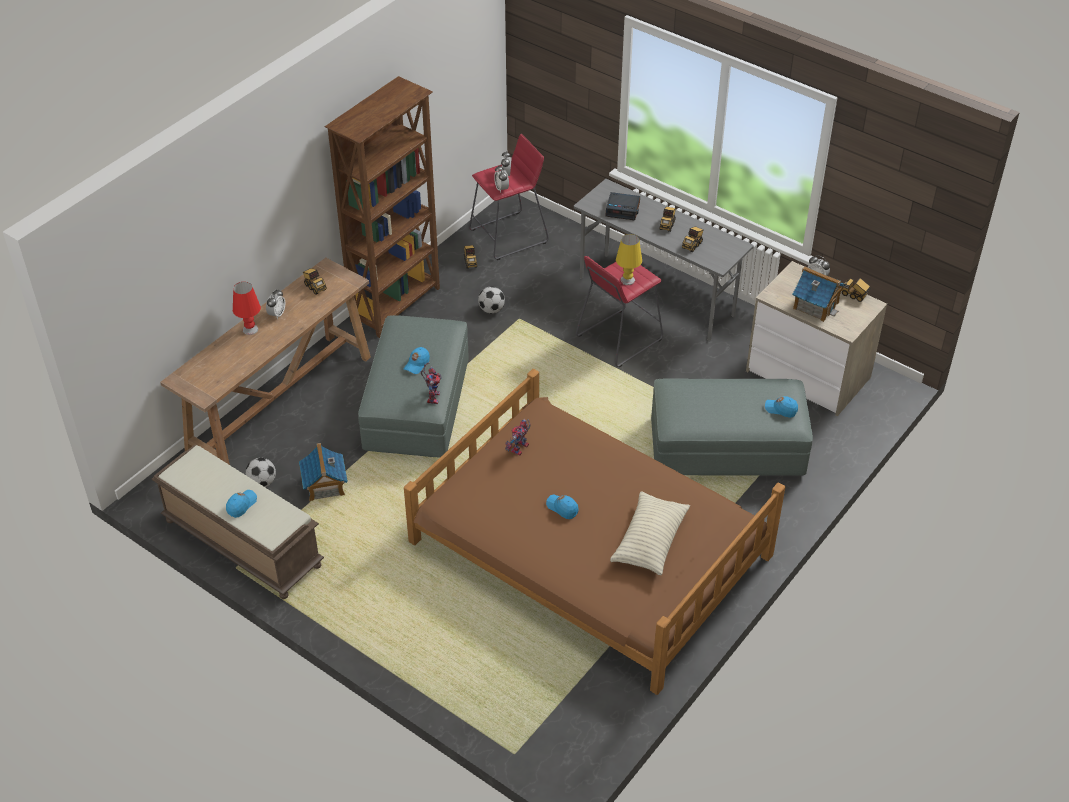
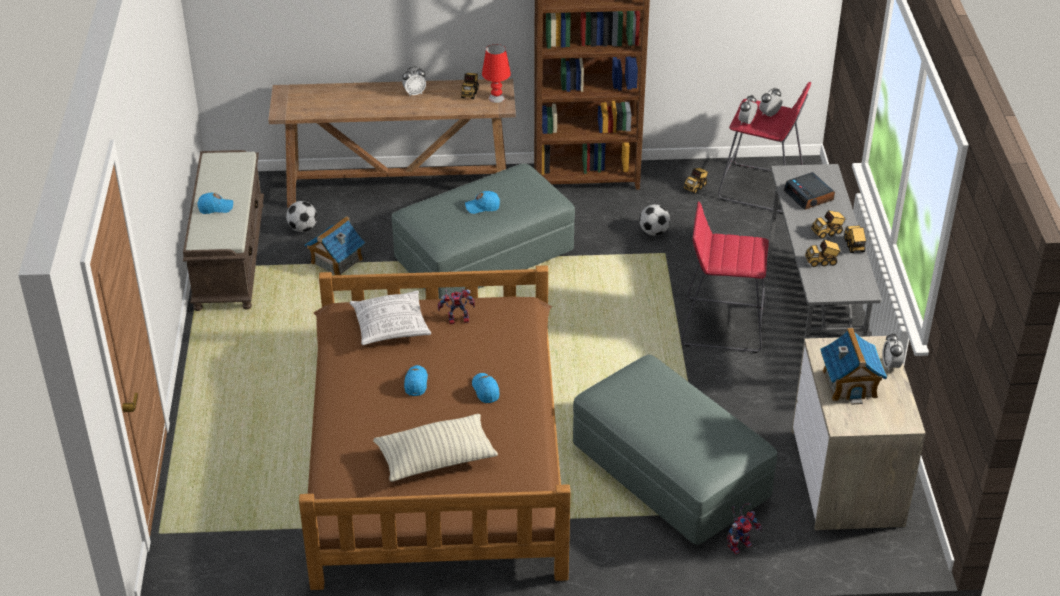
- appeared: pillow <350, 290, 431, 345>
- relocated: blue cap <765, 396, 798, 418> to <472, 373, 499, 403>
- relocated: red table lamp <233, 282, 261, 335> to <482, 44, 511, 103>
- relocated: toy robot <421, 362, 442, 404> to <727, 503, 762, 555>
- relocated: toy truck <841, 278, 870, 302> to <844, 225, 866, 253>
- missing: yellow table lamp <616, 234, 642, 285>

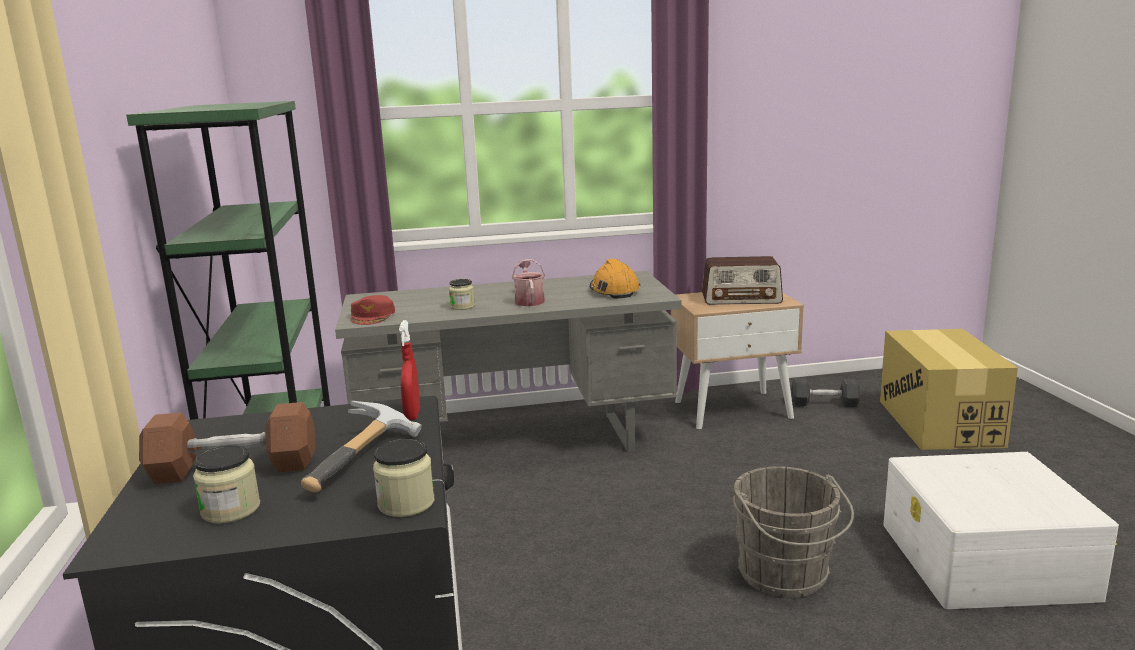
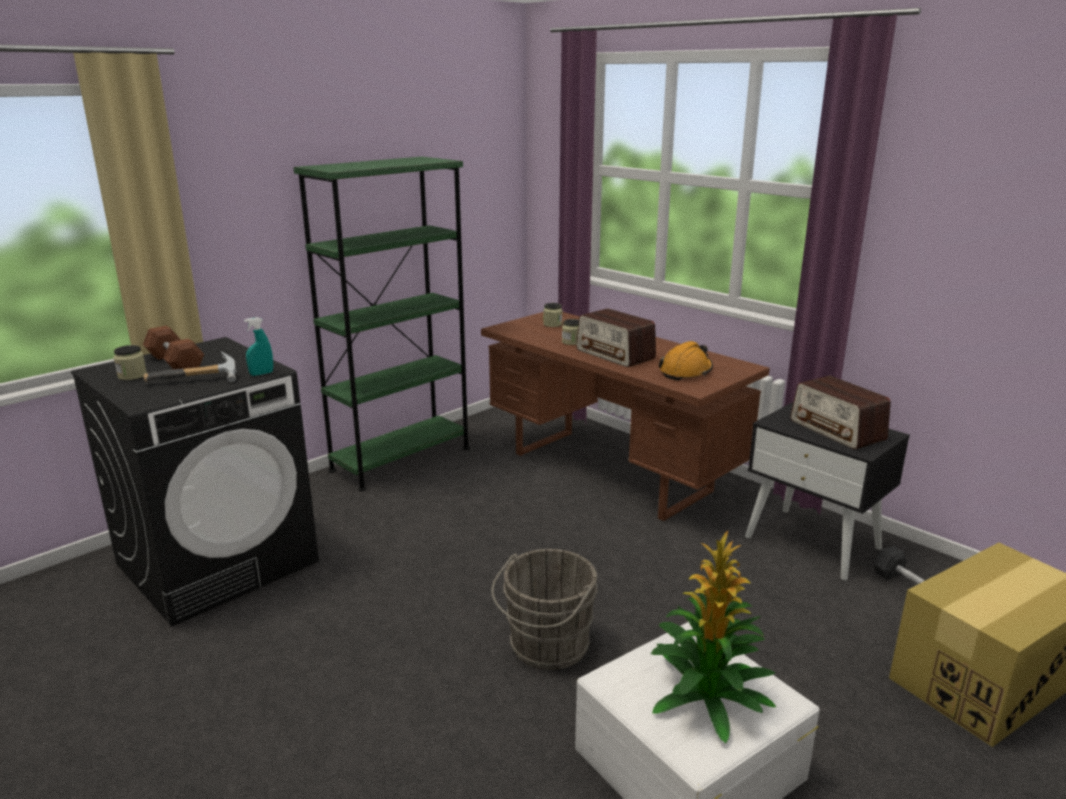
- colour: red spray bottle <399, 320, 420, 420> to turquoise spray bottle <244, 317, 273, 376>
- colour: grey desk <335, 271, 682, 452> to brown desk <481, 312, 770, 521>
- relocated: jar <373, 439, 434, 517> to <543, 303, 563, 327>
- exchanged: watering can <512, 259, 545, 306> to radio <576, 308, 656, 367>
- appeared: potted plant <651, 531, 776, 743>
- colour: beige nightstand <671, 292, 804, 429> to black nightstand <745, 402, 910, 580>
- missing: red cap <350, 295, 395, 325>

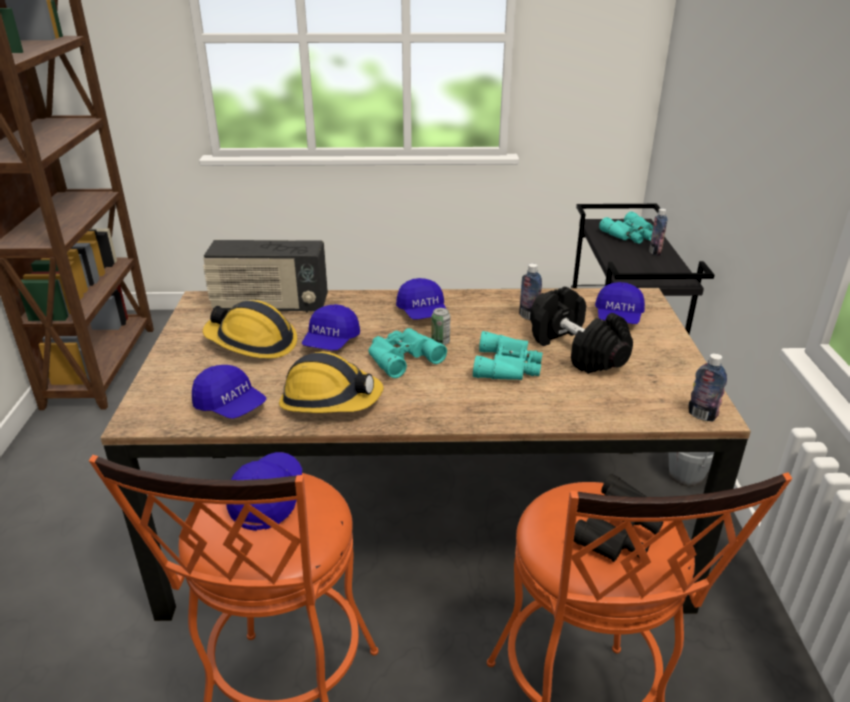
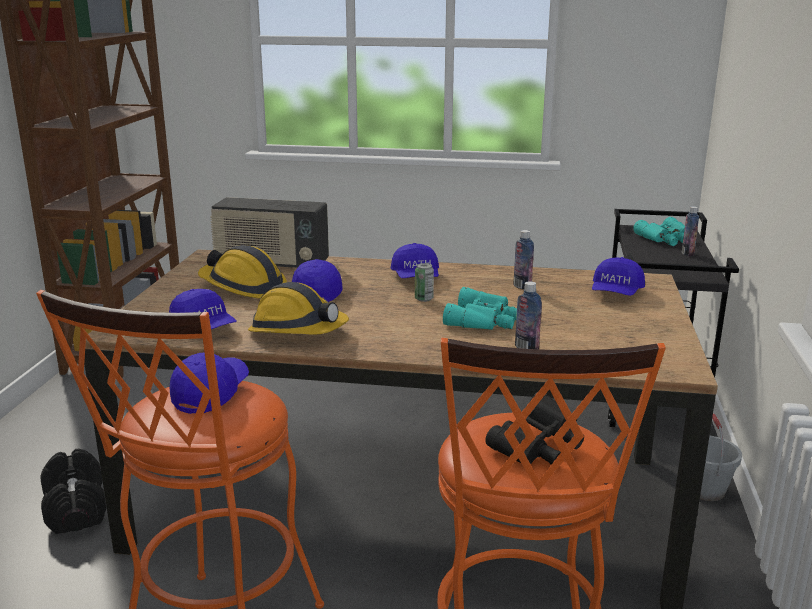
- relocated: black dumbbell <530, 287, 633, 374> to <41, 449, 106, 534>
- spun: blue cap <302, 304, 360, 350> = <292, 259, 342, 302> 150 degrees clockwise
- relocated: bottle <688, 354, 727, 422> to <515, 281, 542, 349>
- missing: turquoise binoculars <368, 328, 447, 378>

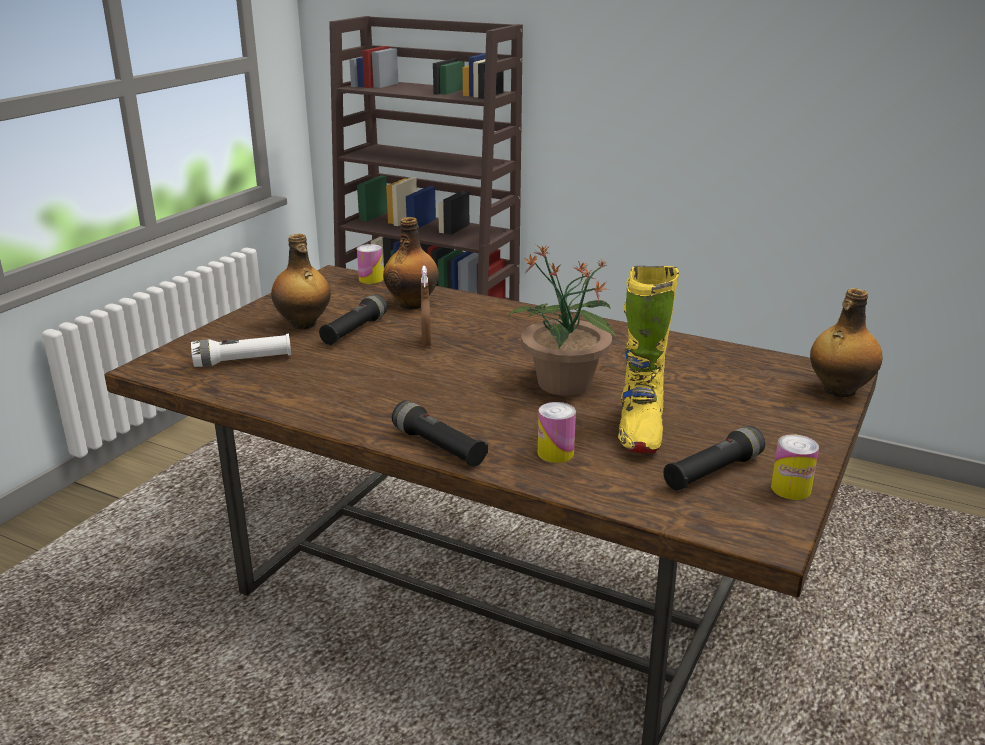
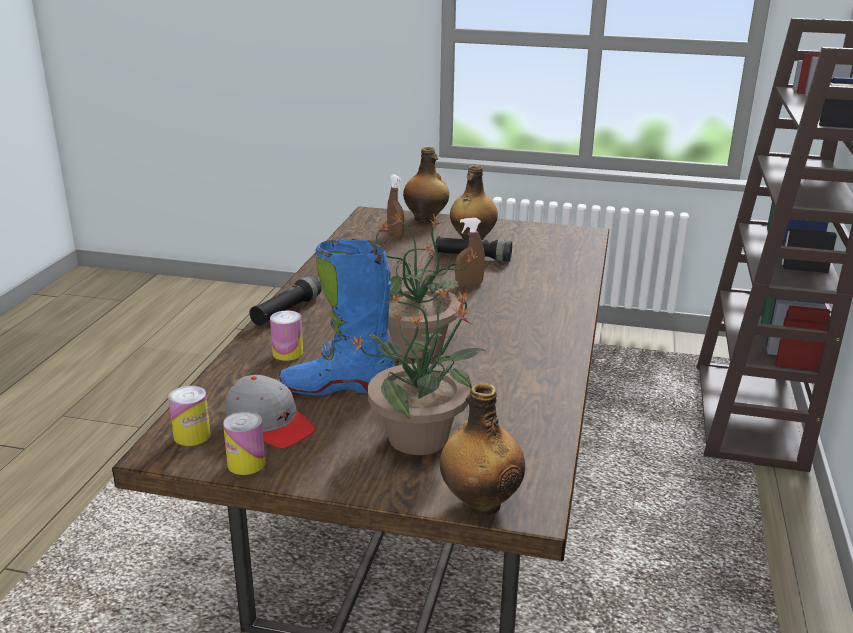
- relocated: can <357, 244, 384, 284> to <168, 386, 210, 446>
- exchanged: black flashlight <663, 426, 765, 491> to grey cap <226, 375, 316, 448>
- colour: yellow boot <618, 266, 679, 453> to blue boot <279, 239, 395, 396>
- appeared: potted plant <349, 287, 487, 455>
- exchanged: white flashlight <191, 333, 291, 367> to brown spray bottle <387, 174, 404, 237>
- relocated: bottle <383, 217, 439, 309> to <403, 147, 449, 222>

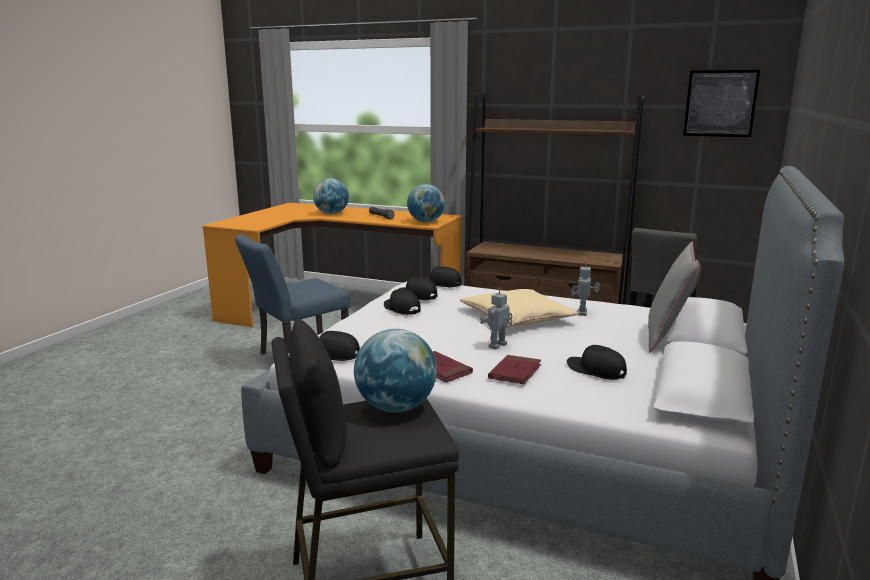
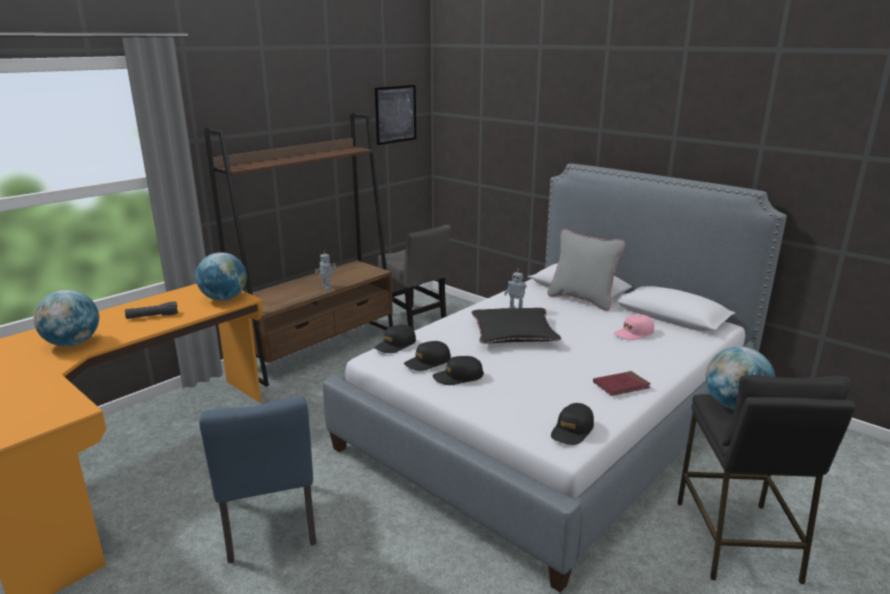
- relocated: toy robot <480, 288, 513, 350> to <315, 250, 336, 290>
- colour: beige pillow <460, 289, 579, 327> to black pillow <471, 308, 562, 343>
- colour: black cap <567, 345, 627, 380> to pink cap <614, 314, 654, 340>
- missing: red book <488, 355, 541, 384>

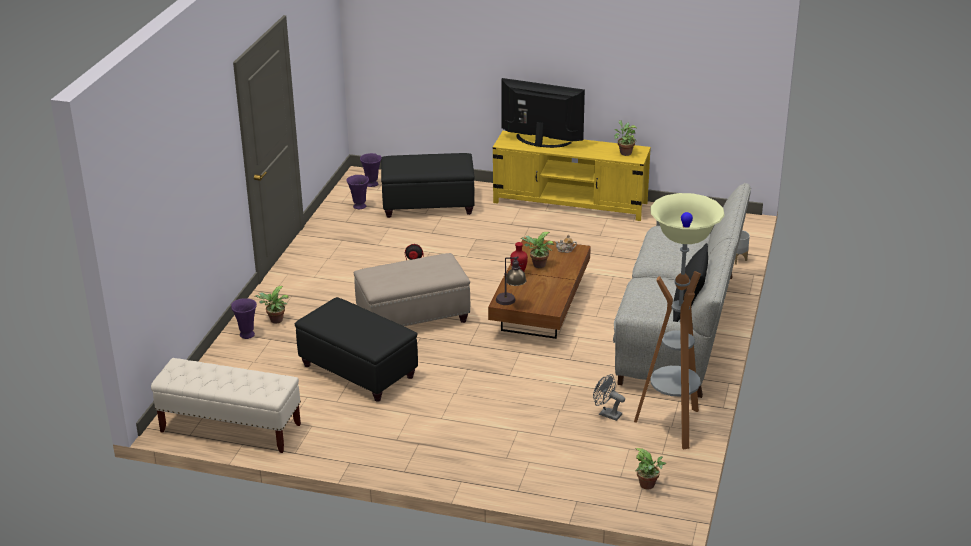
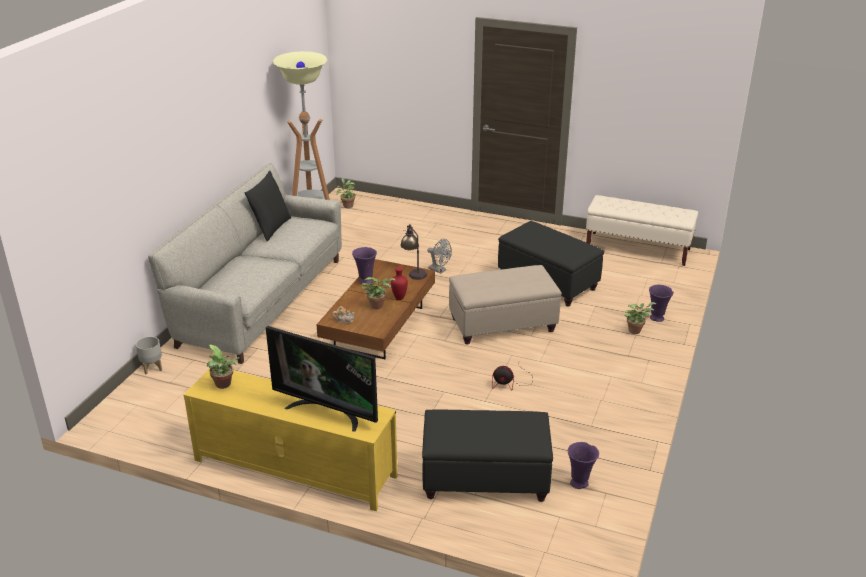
- relocated: purple vase <360, 153, 382, 187> to <352, 247, 377, 284>
- relocated: grey fan <593, 374, 625, 421> to <427, 239, 452, 274>

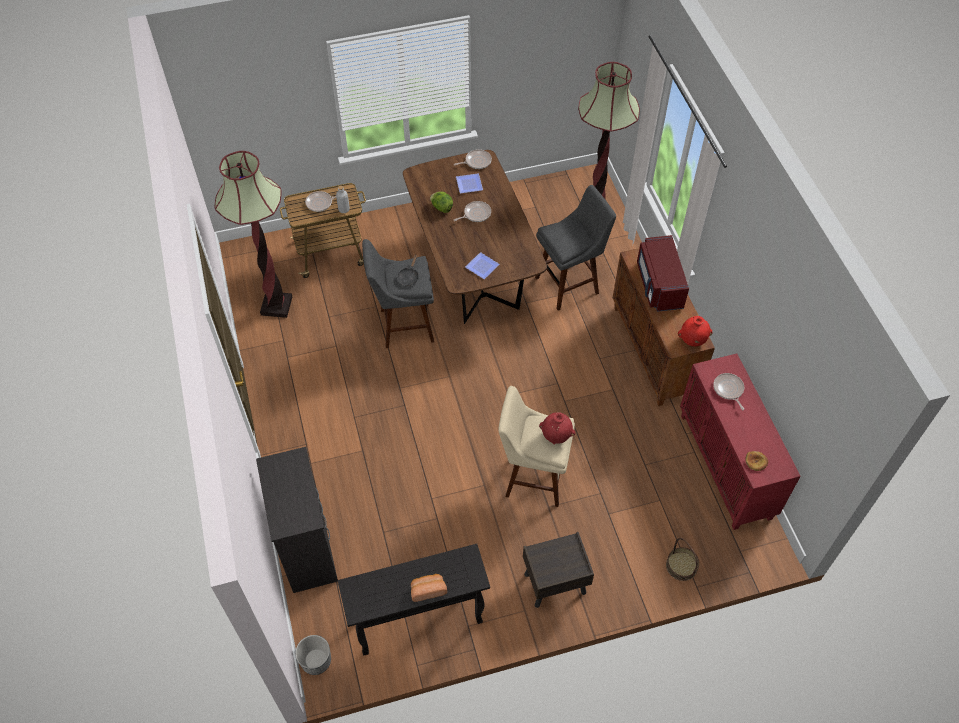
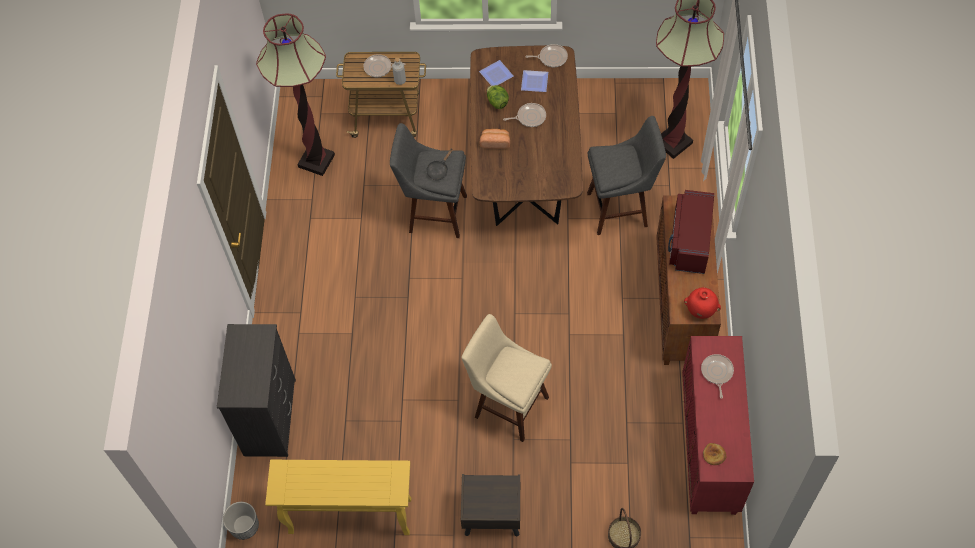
- colour: black console table <338, 544, 490, 656> to yellow console table <265, 460, 411, 535>
- relocated: plate <465, 252, 500, 279> to <479, 60, 513, 86>
- relocated: bread <411, 574, 447, 602> to <480, 129, 510, 149>
- missing: red vase <539, 412, 575, 444>

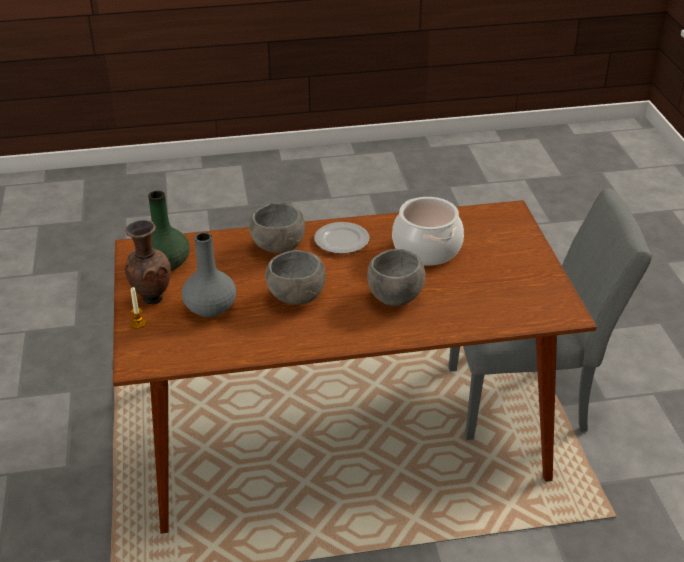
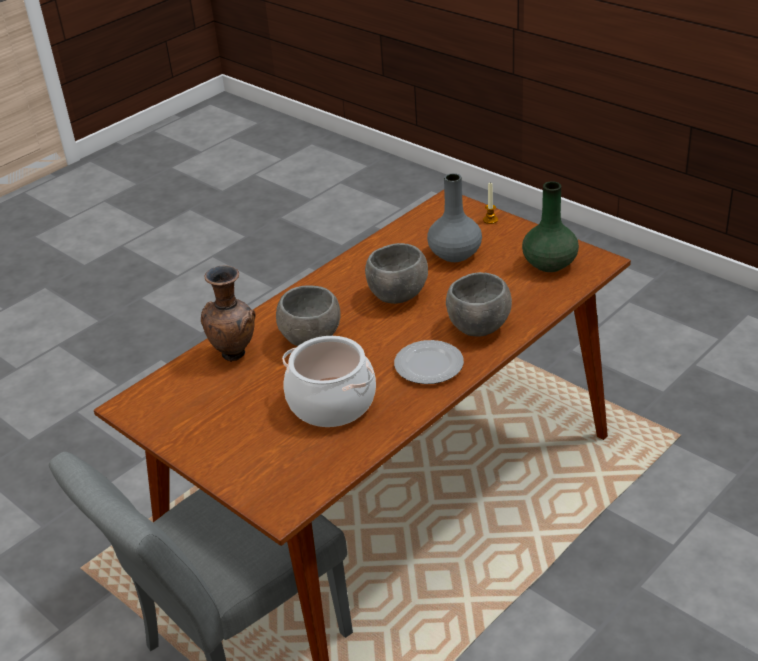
- relocated: brown vase <125, 220, 171, 305> to <201, 265, 256, 362>

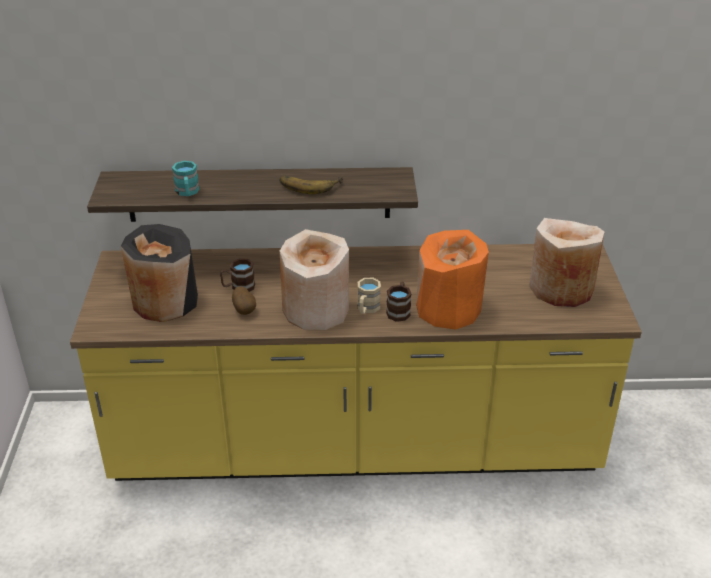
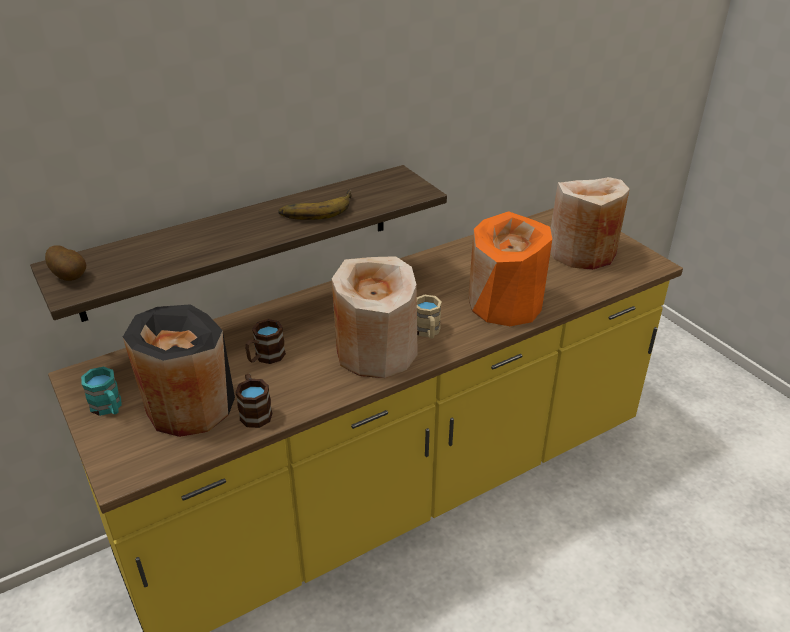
- relocated: potato <232, 286, 256, 315> to <45, 245, 86, 281>
- relocated: turquoise mug <172, 161, 199, 196> to <81, 367, 122, 416>
- relocated: brown mug <386, 282, 412, 322> to <235, 374, 273, 428>

